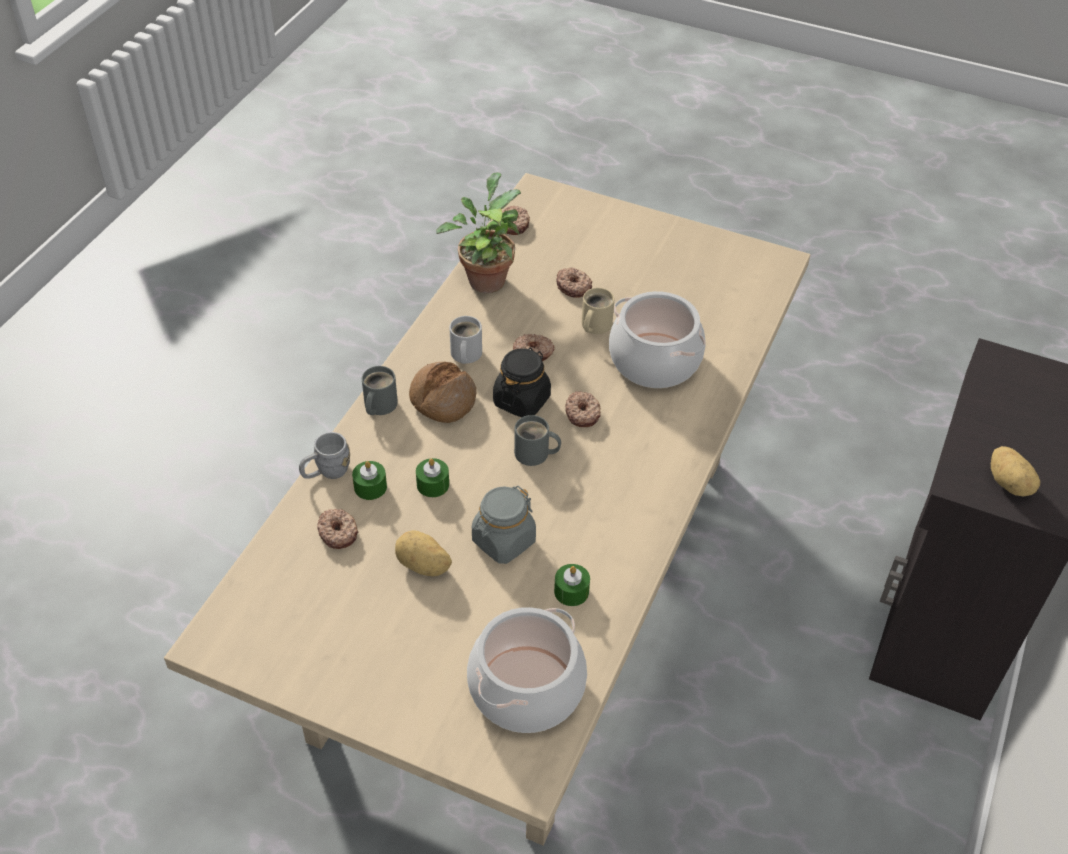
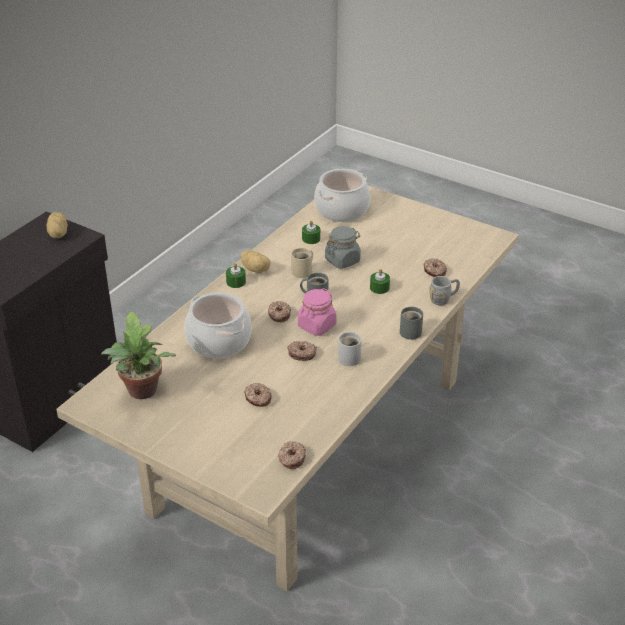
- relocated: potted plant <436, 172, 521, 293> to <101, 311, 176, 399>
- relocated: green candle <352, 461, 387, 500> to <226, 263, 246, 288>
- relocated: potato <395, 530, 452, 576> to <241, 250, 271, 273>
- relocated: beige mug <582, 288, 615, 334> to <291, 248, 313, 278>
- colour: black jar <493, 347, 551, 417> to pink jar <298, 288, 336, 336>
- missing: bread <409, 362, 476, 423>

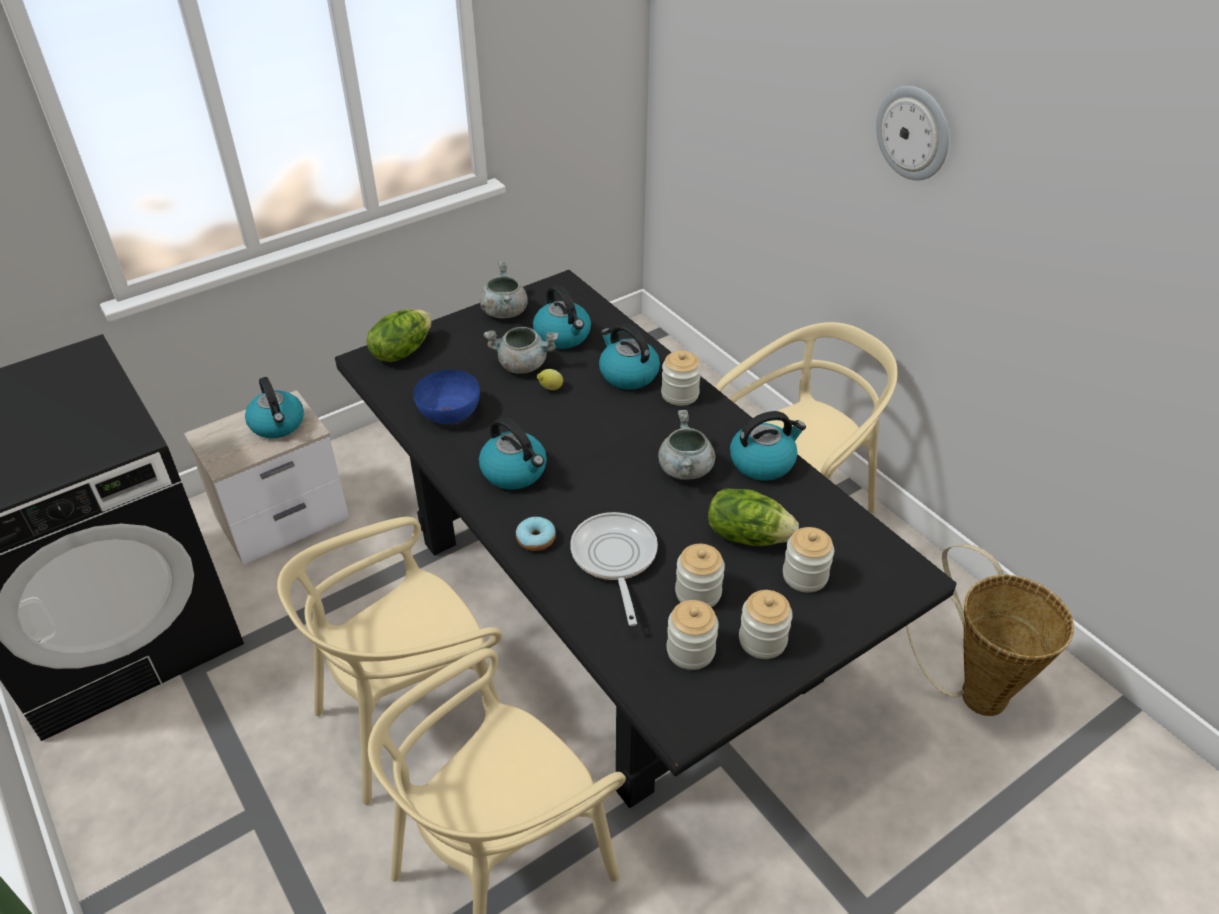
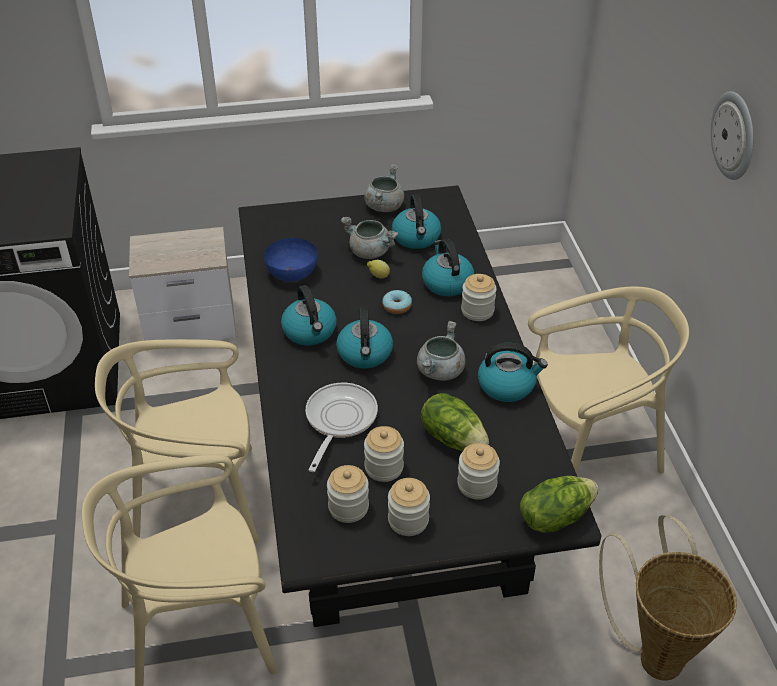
- relocated: kettle <245, 377, 304, 439> to <336, 306, 393, 369>
- relocated: donut <516, 517, 556, 551> to <382, 290, 412, 314>
- relocated: lettuce <366, 309, 432, 362> to <520, 476, 599, 533>

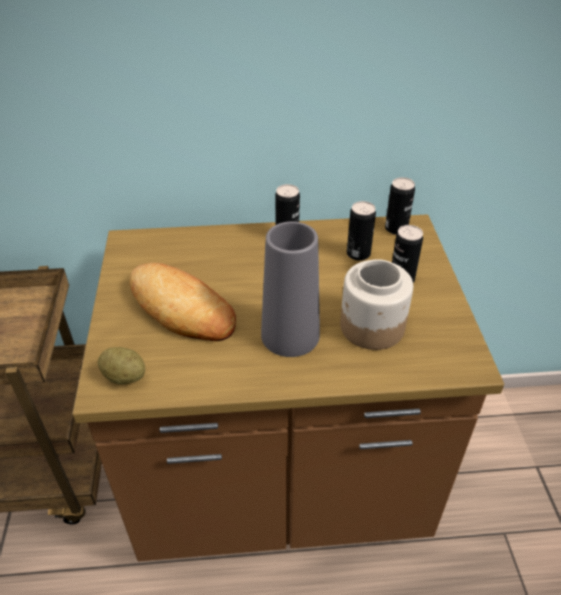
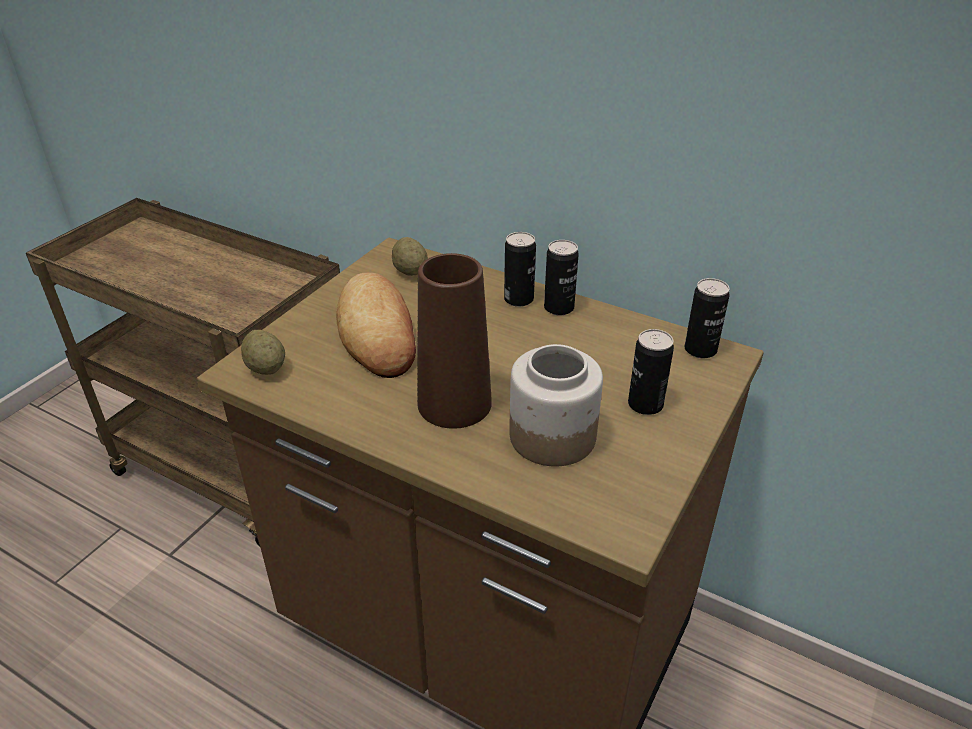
- appeared: potato <392, 237, 428, 276>
- colour: grey vase <261, 222, 320, 357> to brown vase <417, 253, 492, 429>
- relocated: can <347, 201, 376, 261> to <504, 232, 536, 307>

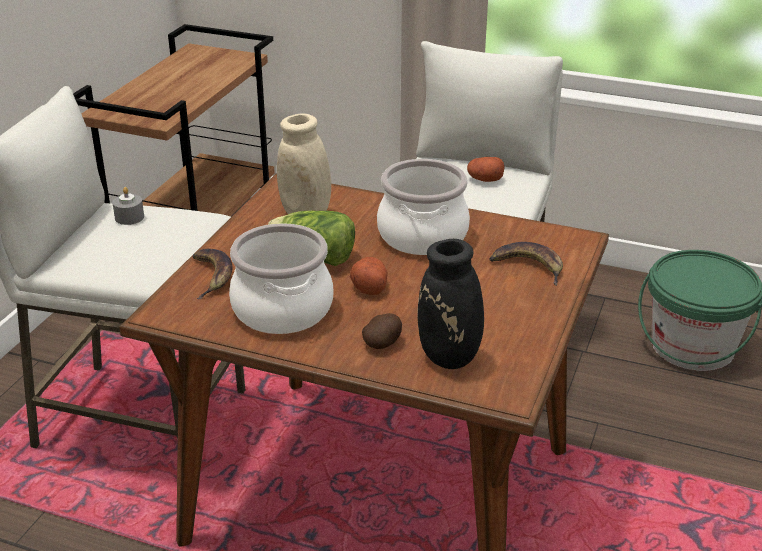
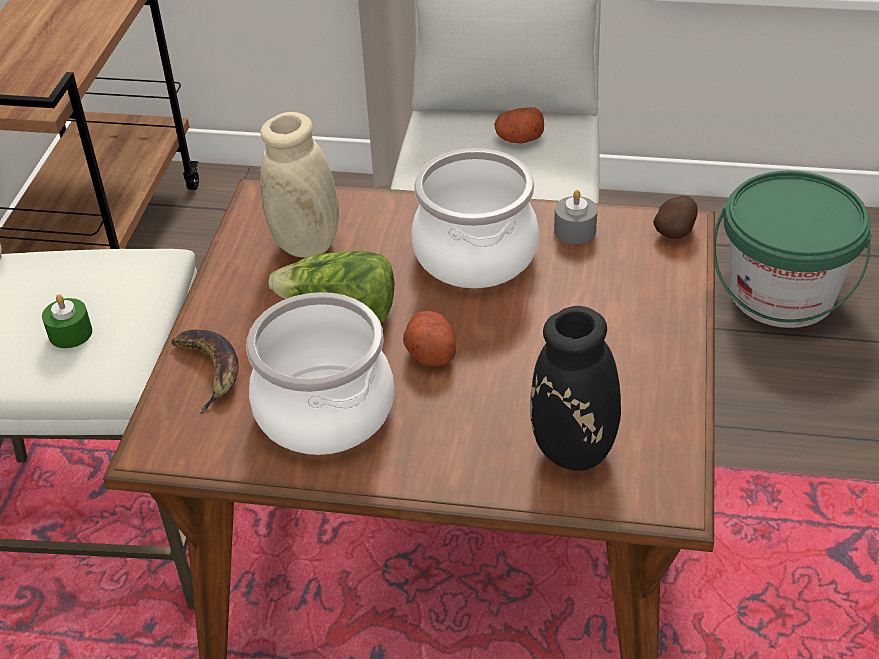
- appeared: green candle <42, 294, 92, 348>
- relocated: grey candle <112, 187, 144, 225> to <554, 190, 598, 244>
- relocated: potato <362, 313, 402, 349> to <653, 196, 698, 239>
- missing: banana <489, 242, 563, 286>

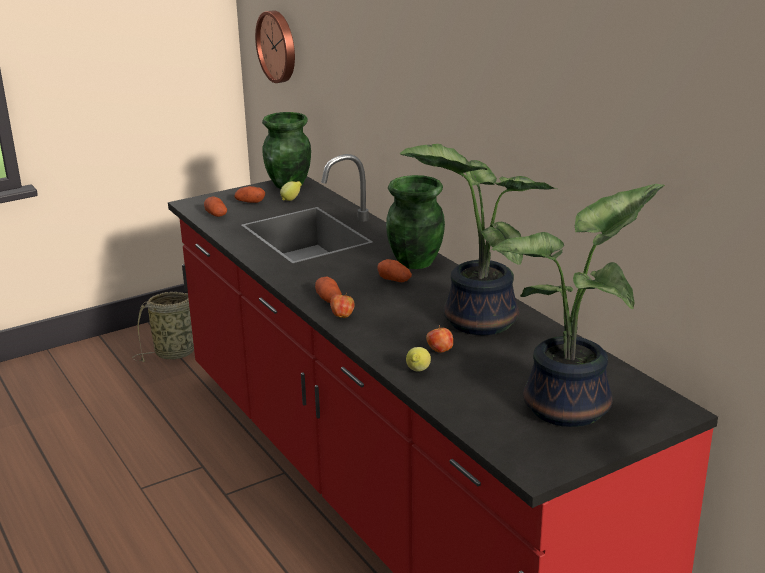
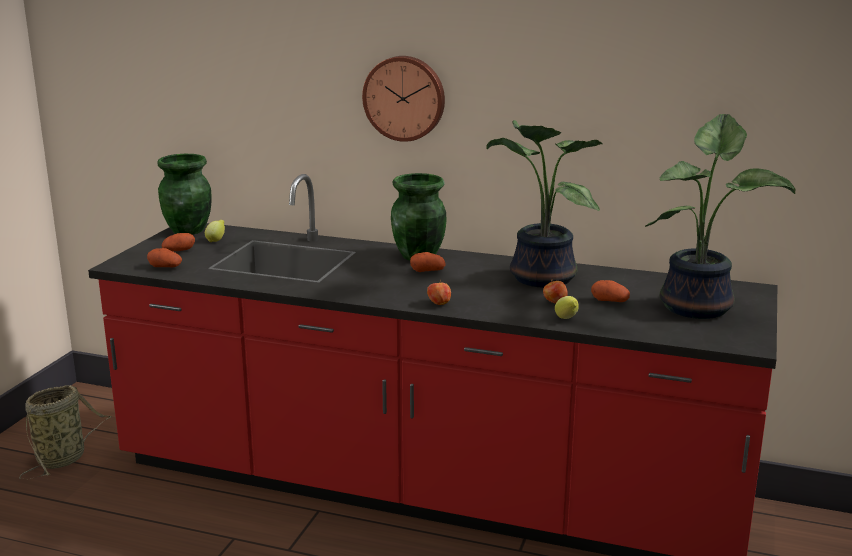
- relocated: wall clock <255, 10, 295, 83> to <362, 56, 445, 142>
- relocated: potato <315, 276, 342, 303> to <591, 280, 630, 302>

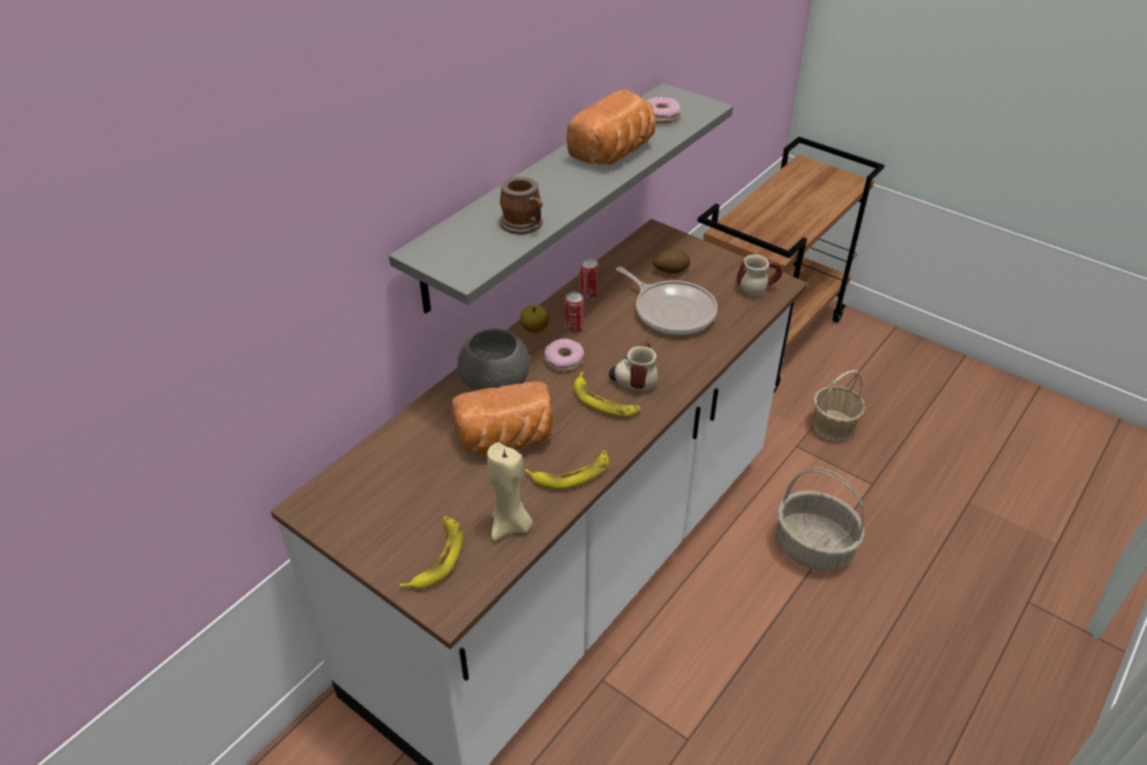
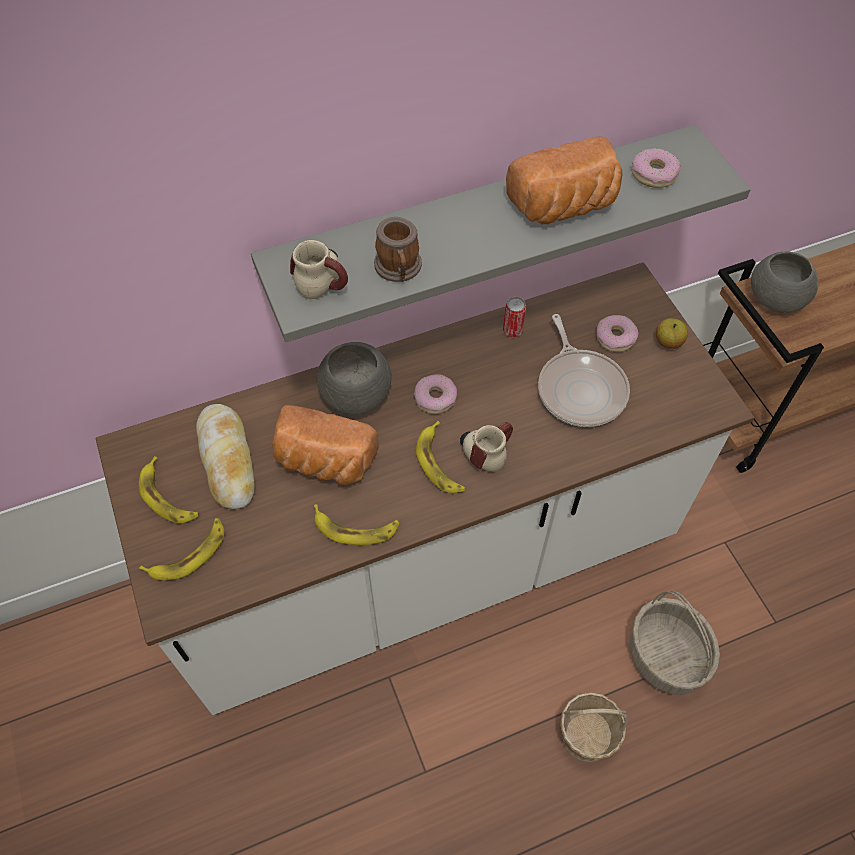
- appeared: banana <139, 456, 199, 523>
- appeared: bread <196, 404, 255, 509>
- relocated: mug <737, 255, 782, 298> to <290, 240, 348, 299>
- relocated: basket <813, 370, 866, 441> to <560, 692, 628, 762>
- exchanged: potato <653, 249, 690, 274> to donut <596, 315, 639, 352>
- relocated: apple <520, 305, 549, 333> to <656, 318, 688, 349>
- appeared: grey bowl <751, 252, 818, 313>
- missing: beige candle <487, 442, 533, 541>
- missing: can <565, 292, 584, 333>

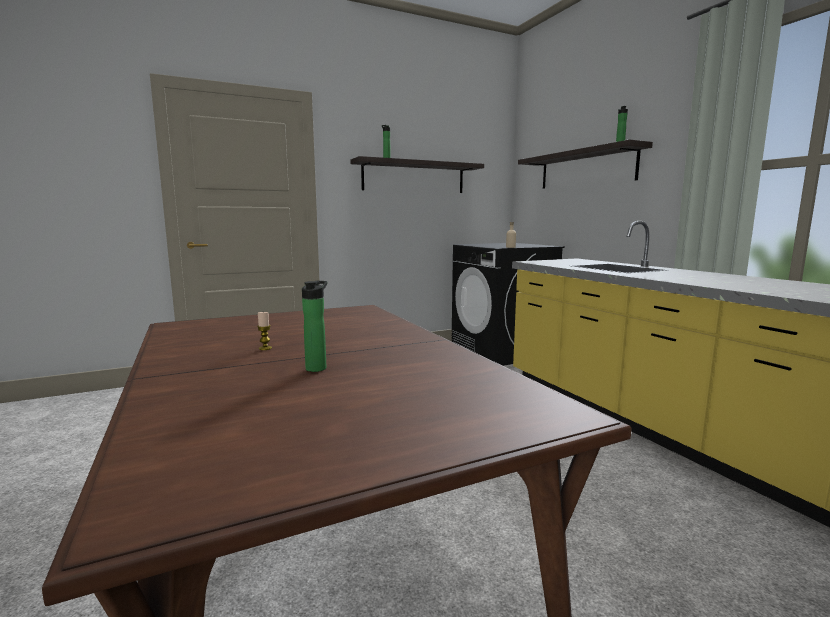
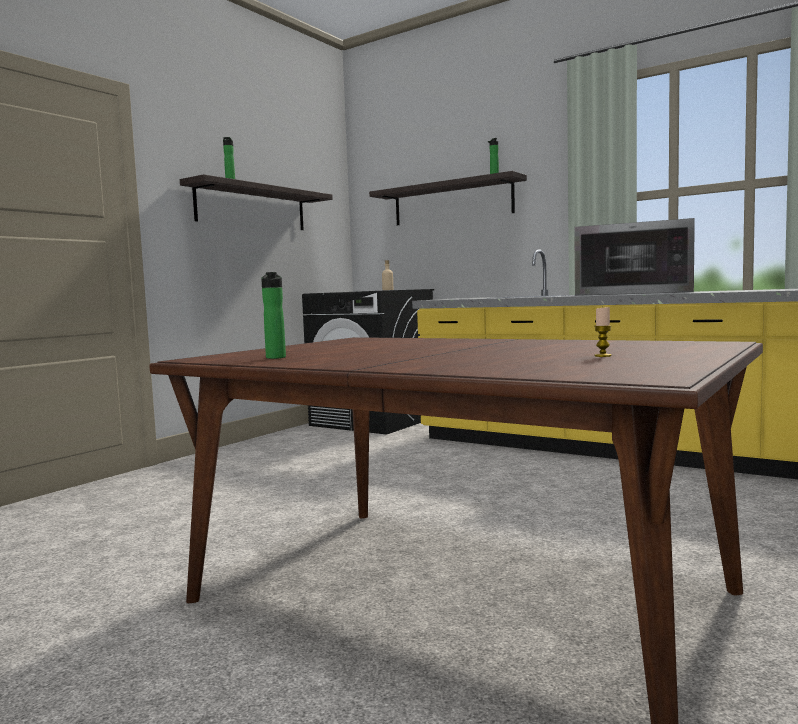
- relocated: bottle <302, 281, 327, 372> to <261, 272, 286, 359>
- appeared: microwave <574, 218, 695, 296>
- relocated: candle <257, 312, 272, 350> to <594, 307, 612, 357>

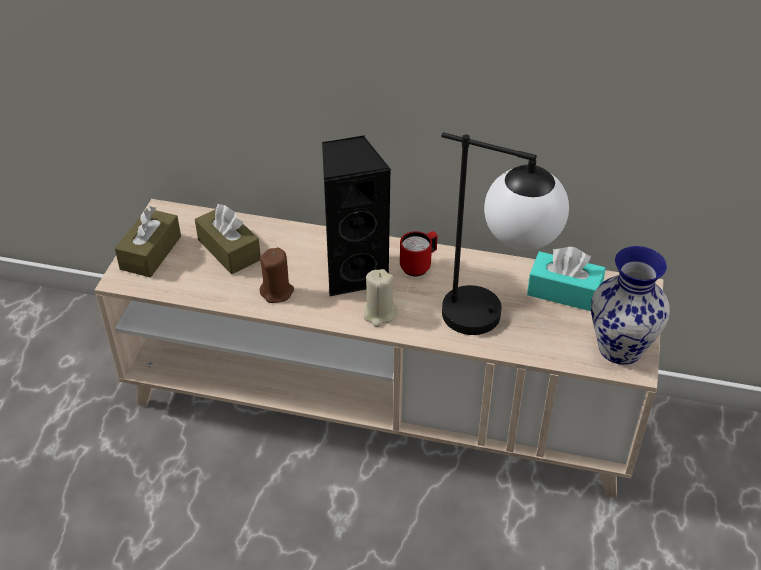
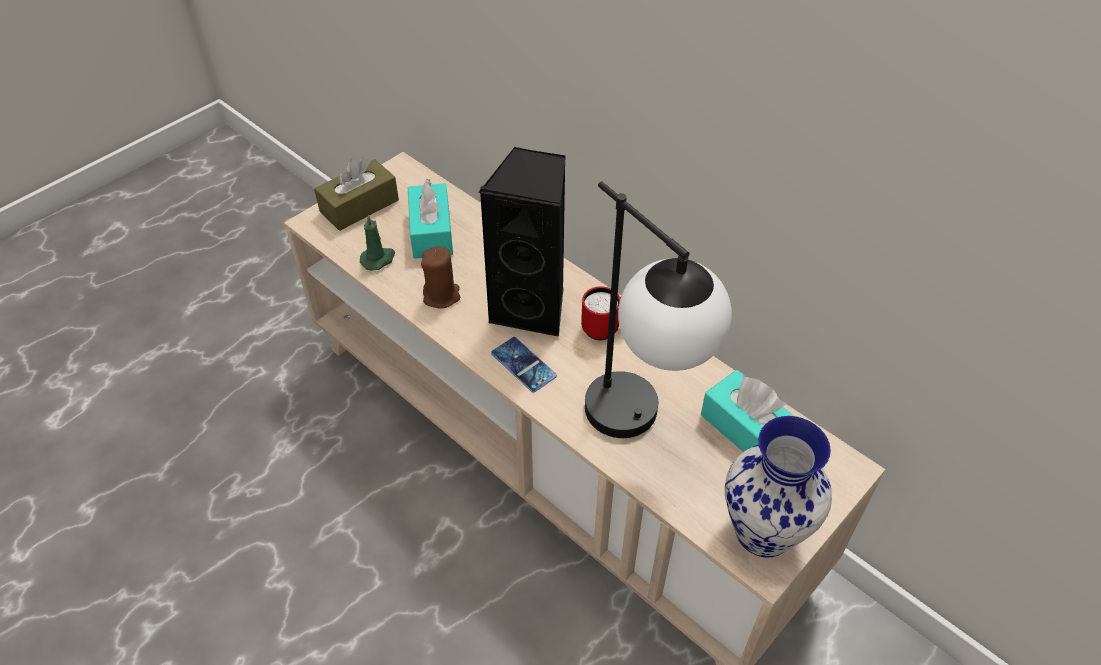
- appeared: green candle <360, 215, 395, 271>
- colour: brown tissue box <195, 204, 261, 274> to turquoise tissue box <408, 179, 453, 259>
- exchanged: beige candle <364, 269, 397, 327> to phone <491, 337, 557, 393>

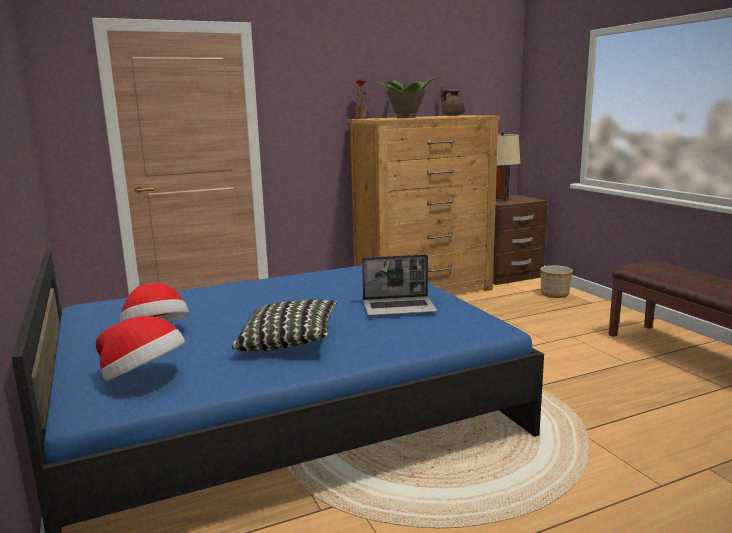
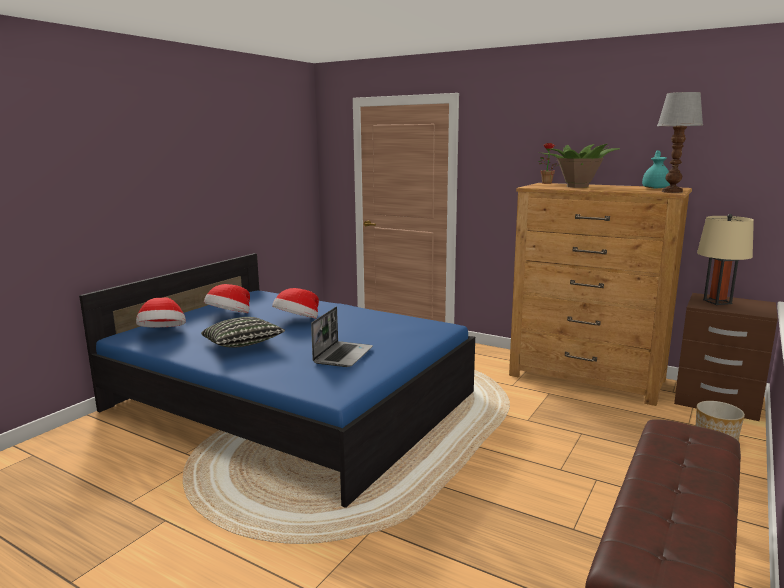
- appeared: hat <272, 288, 319, 319>
- spun: laptop <362, 254, 437, 316> = <311, 307, 373, 367> 120 degrees counterclockwise
- colour: brown teapot <441, 85, 465, 116> to turquoise teapot <642, 150, 670, 188>
- appeared: table lamp <657, 92, 703, 193>

